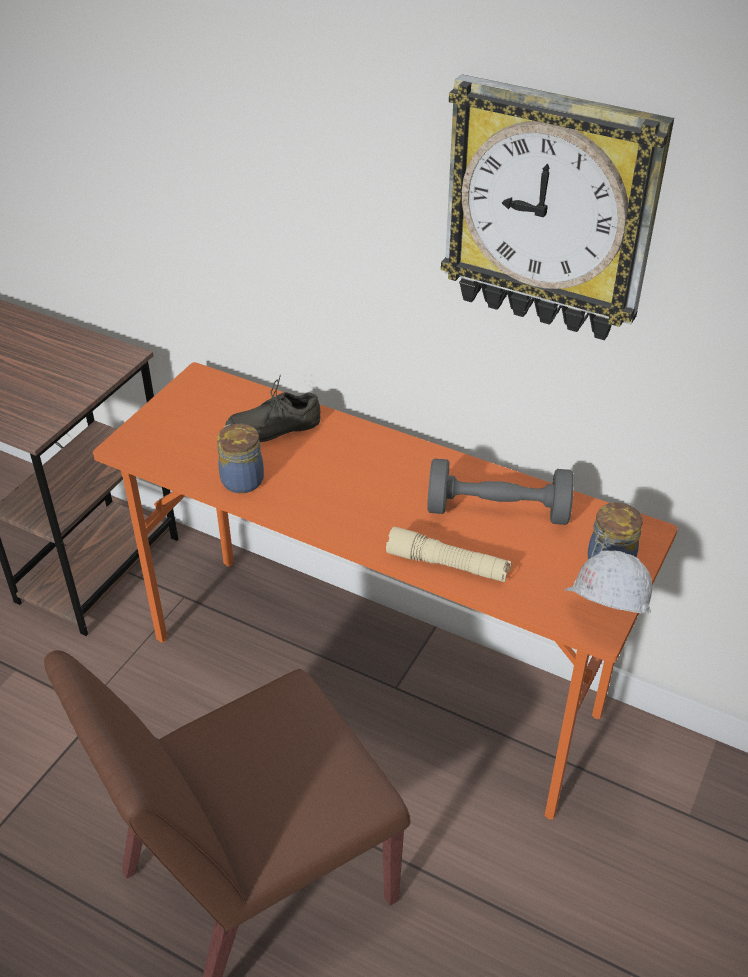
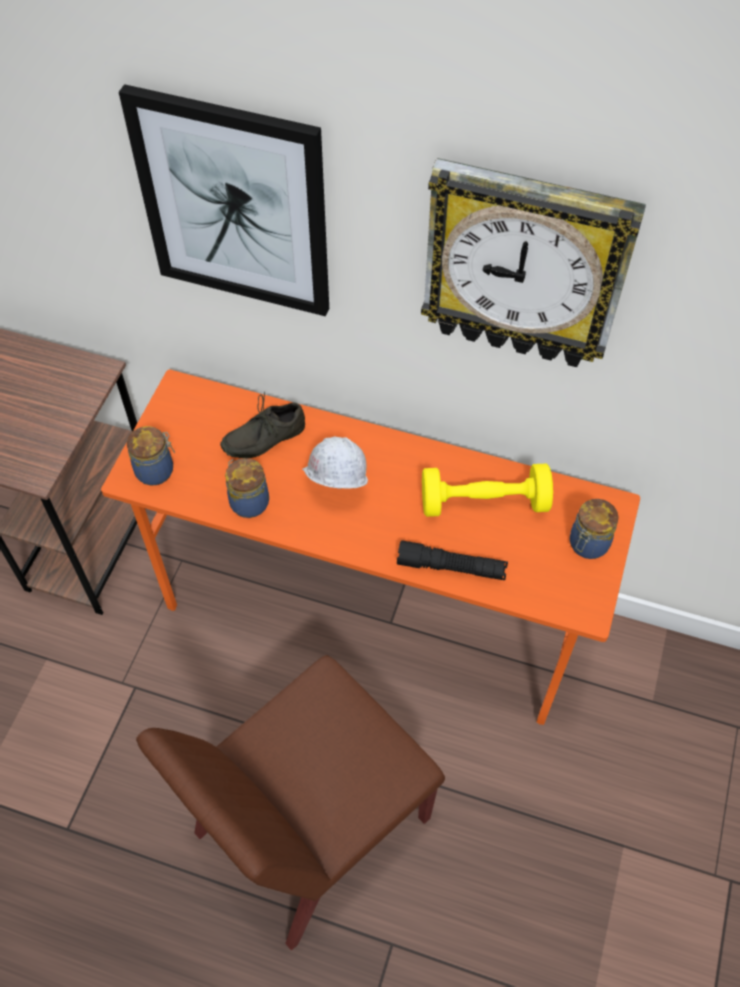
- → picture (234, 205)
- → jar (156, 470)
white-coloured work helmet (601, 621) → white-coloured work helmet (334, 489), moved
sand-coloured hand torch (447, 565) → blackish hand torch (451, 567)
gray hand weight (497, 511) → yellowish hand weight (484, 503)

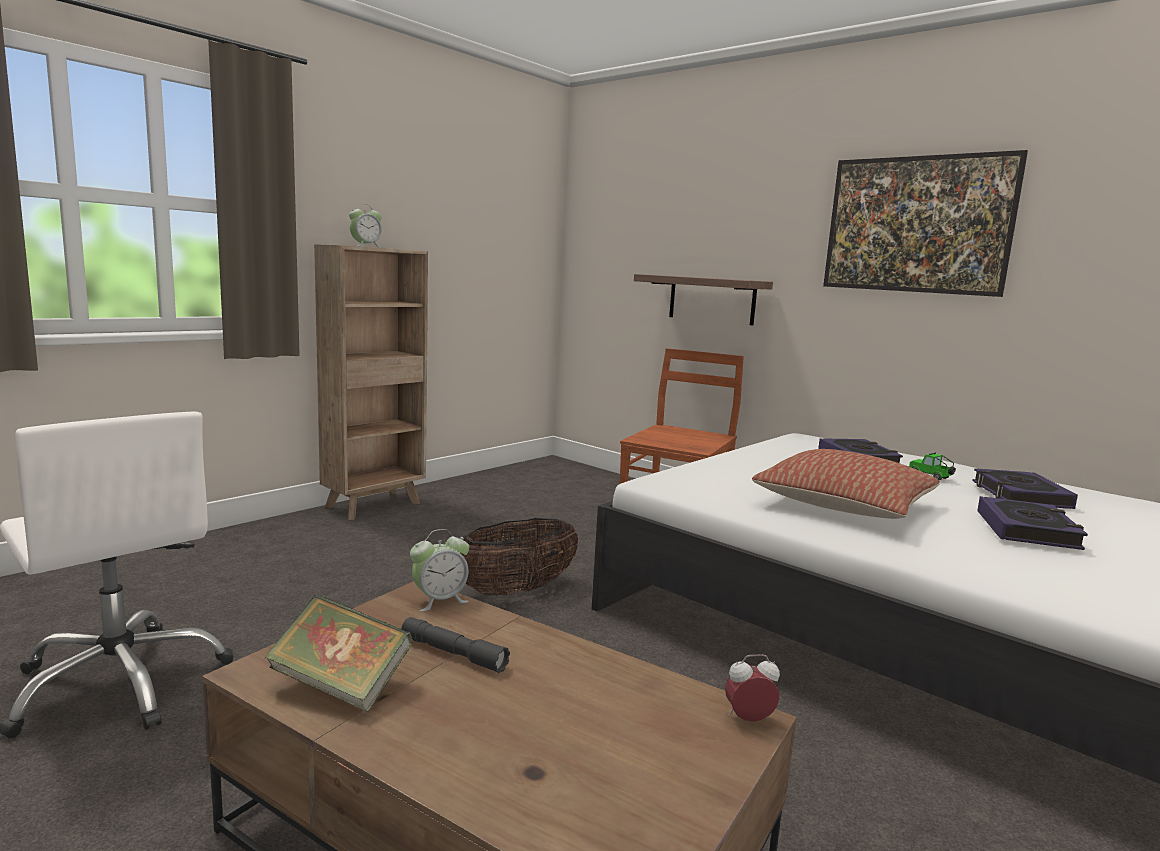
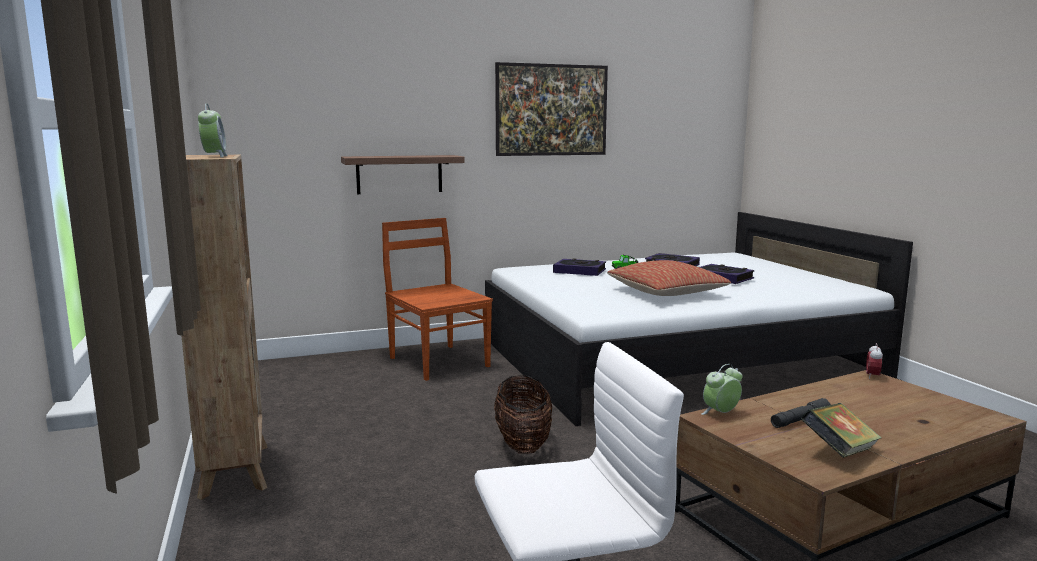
alarm clock (440, 600) → alarm clock (721, 413), 120 degrees counterclockwise

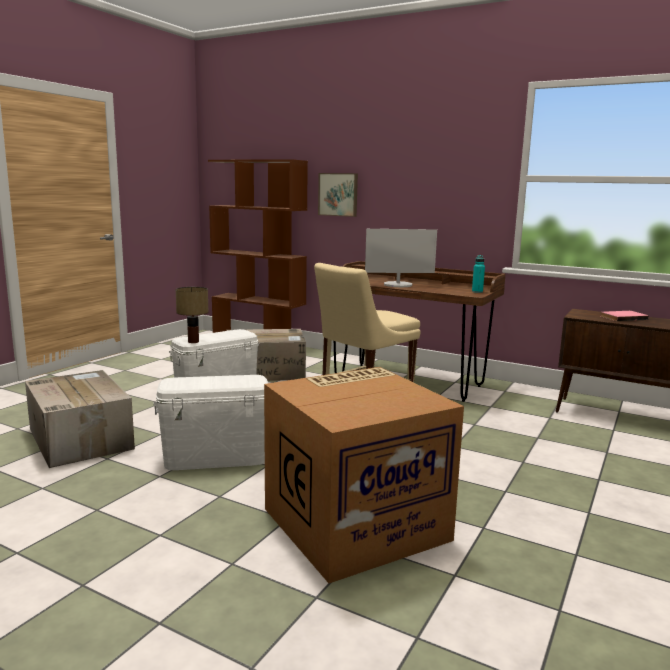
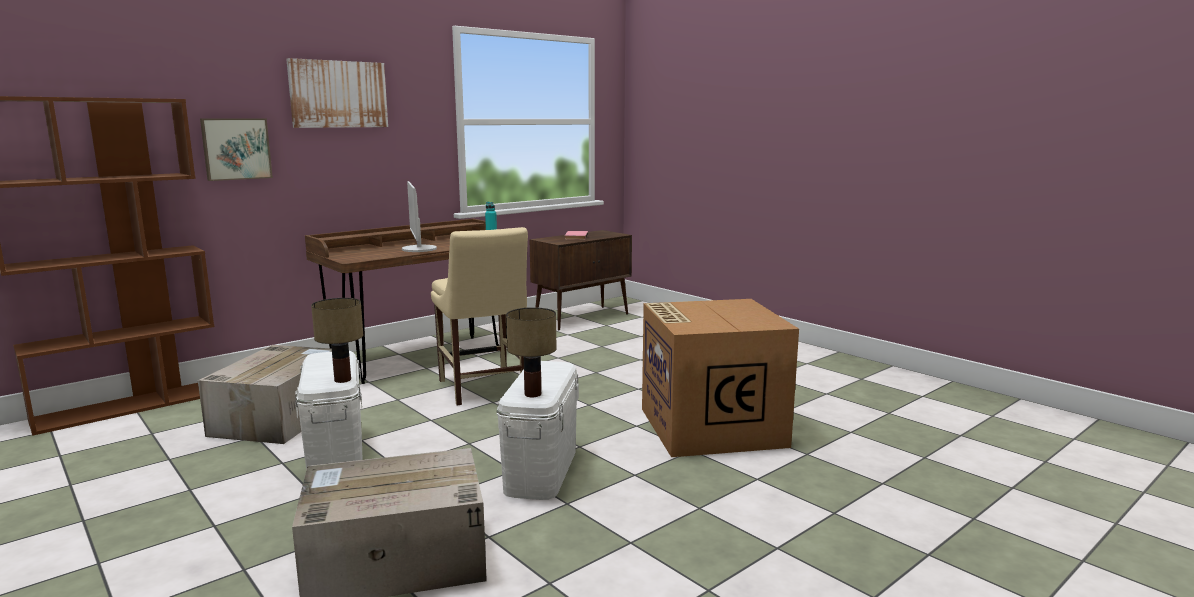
- → picture (338, 94)
- → tabletop lamp (533, 394)
monitor (398, 285) → monitor (418, 249), 150 degrees clockwise

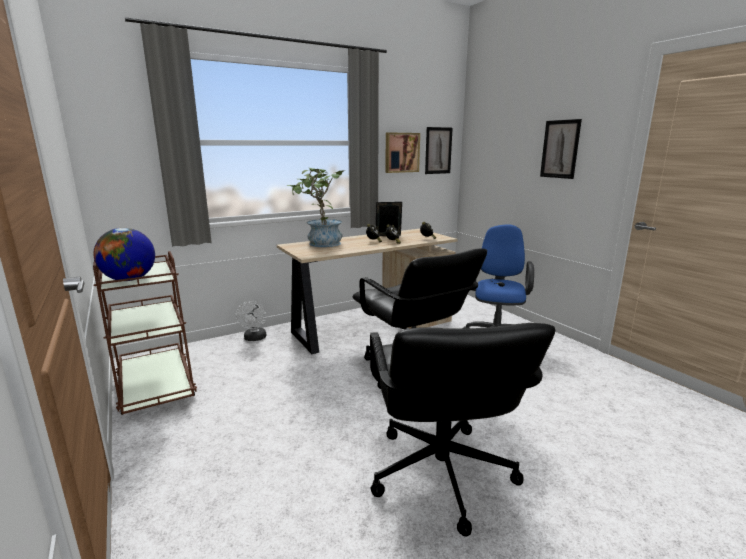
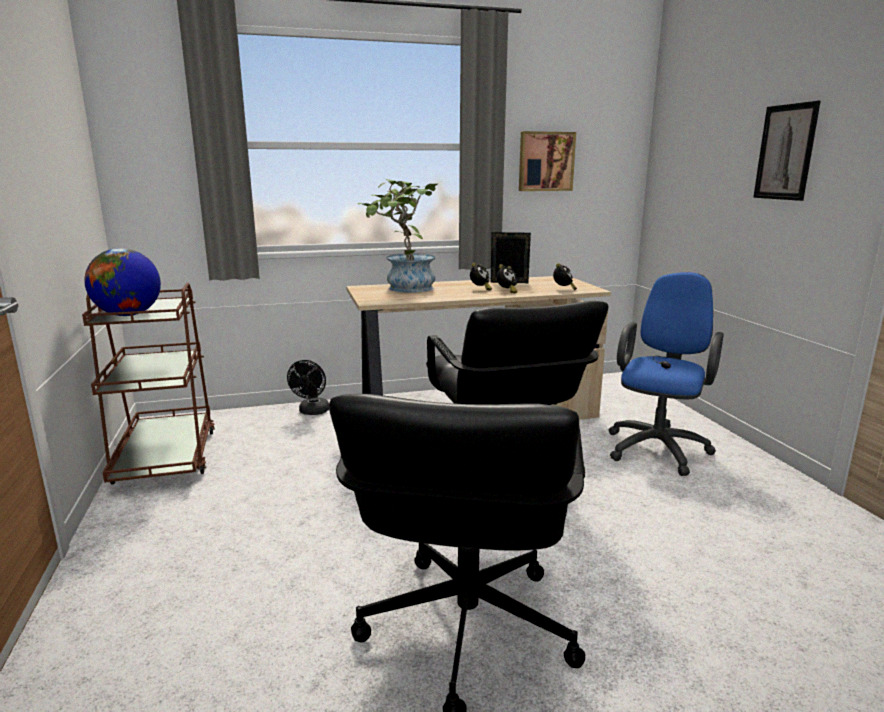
picture (438, 150) → -
white-coloured electric fan (254, 338) → blackish electric fan (312, 412)

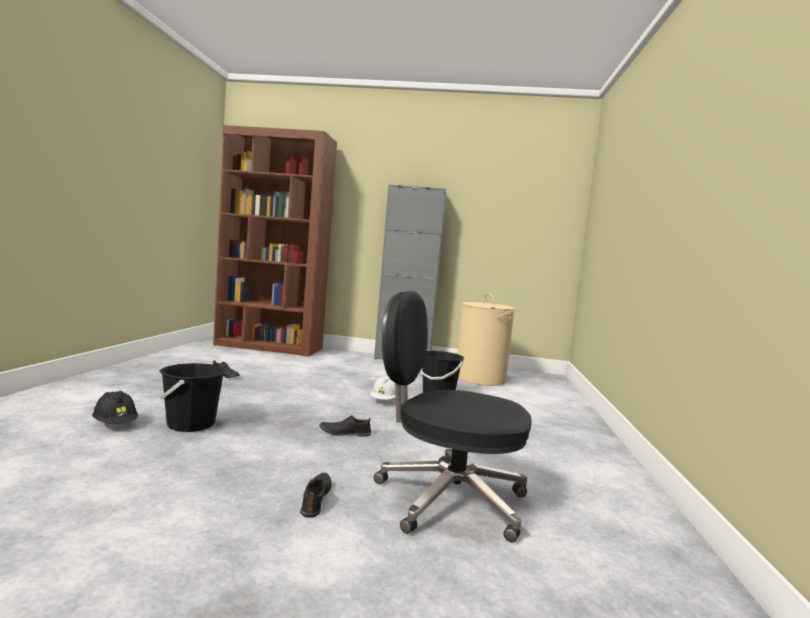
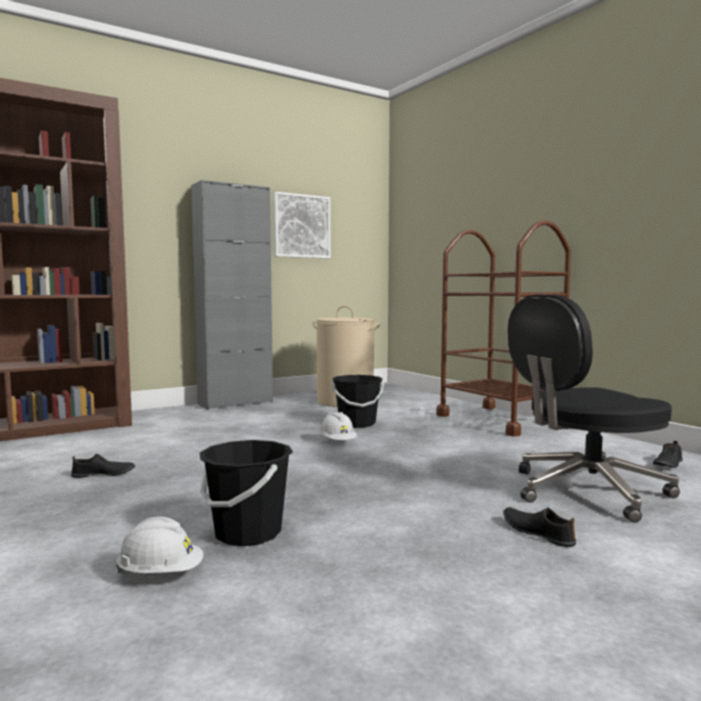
- → picture (301, 226)
- → brown wheeled cart (500, 420)
blackish item of footwear (345, 433) → blackish item of footwear (667, 464), moved
blackish work helmet (115, 424) → white-coloured work helmet (161, 574)

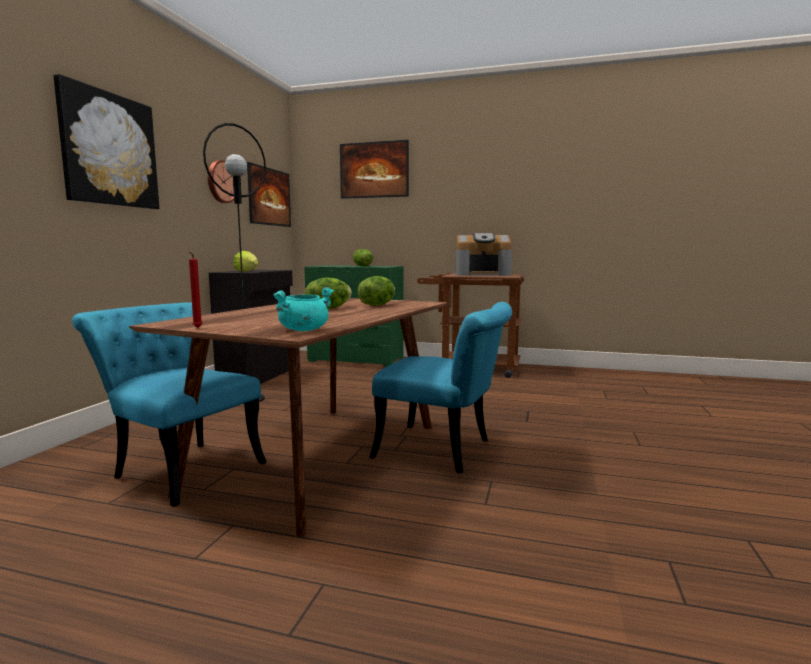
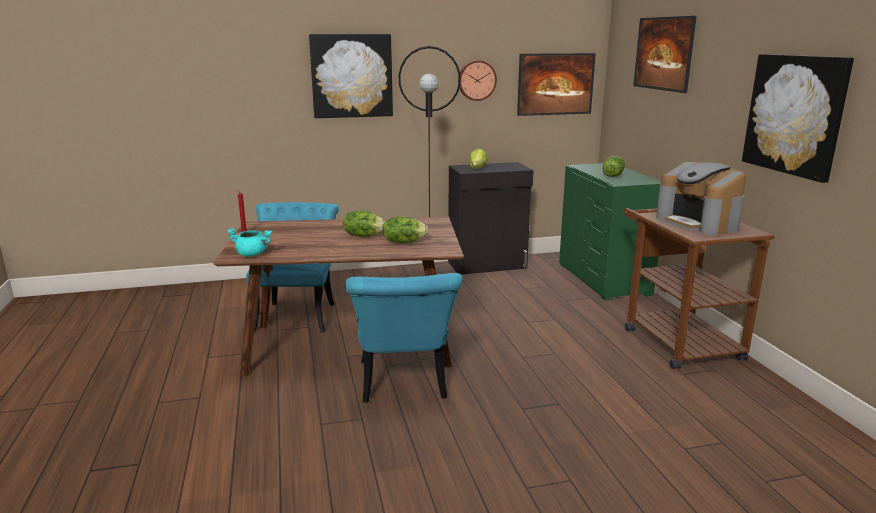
- → picture (795, 115)

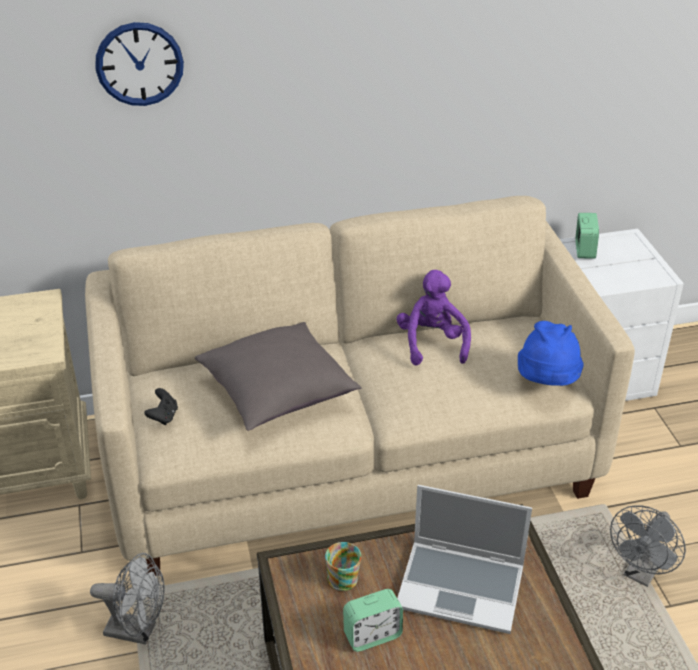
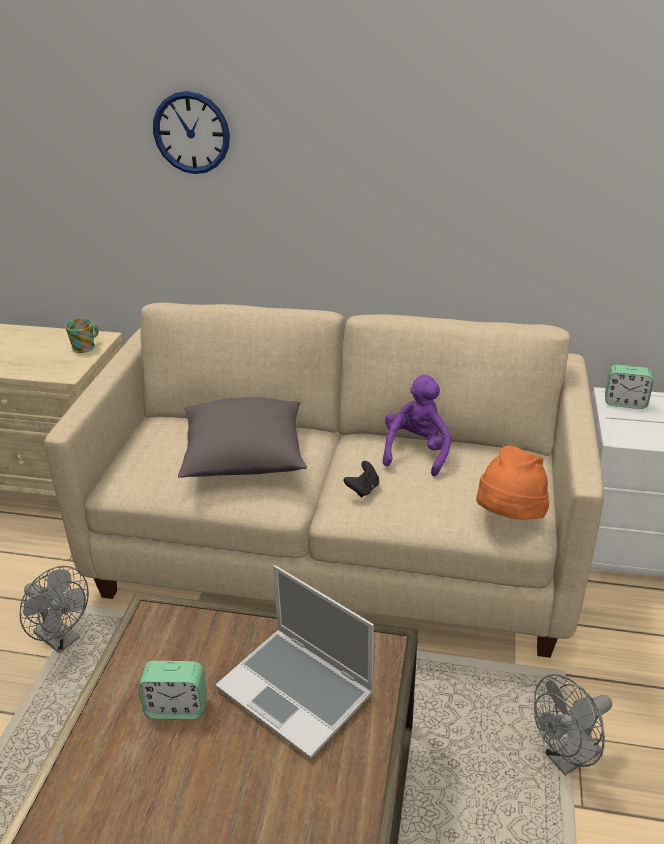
blackish gamepad (163, 416) → blackish gamepad (363, 489), moved
mug (344, 575) → mug (86, 346), moved
blue-coloured clothing hat (546, 383) → orangey clothing hat (508, 516)
alarm clock (584, 250) → alarm clock (625, 402), 75 degrees clockwise

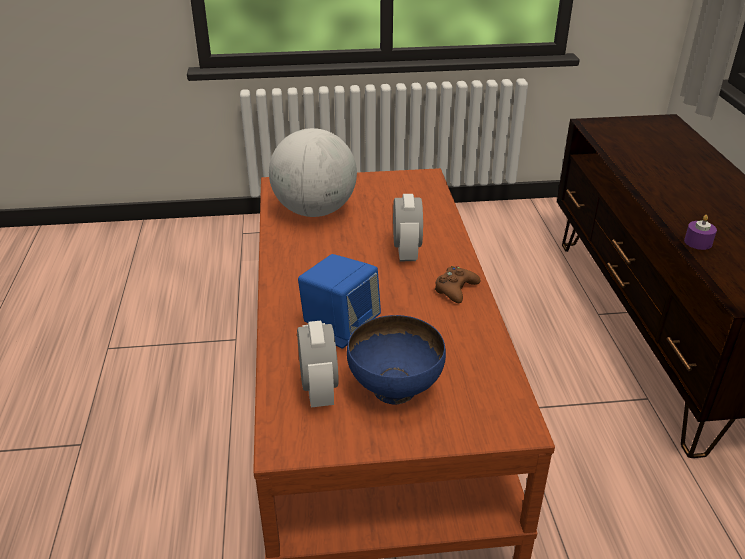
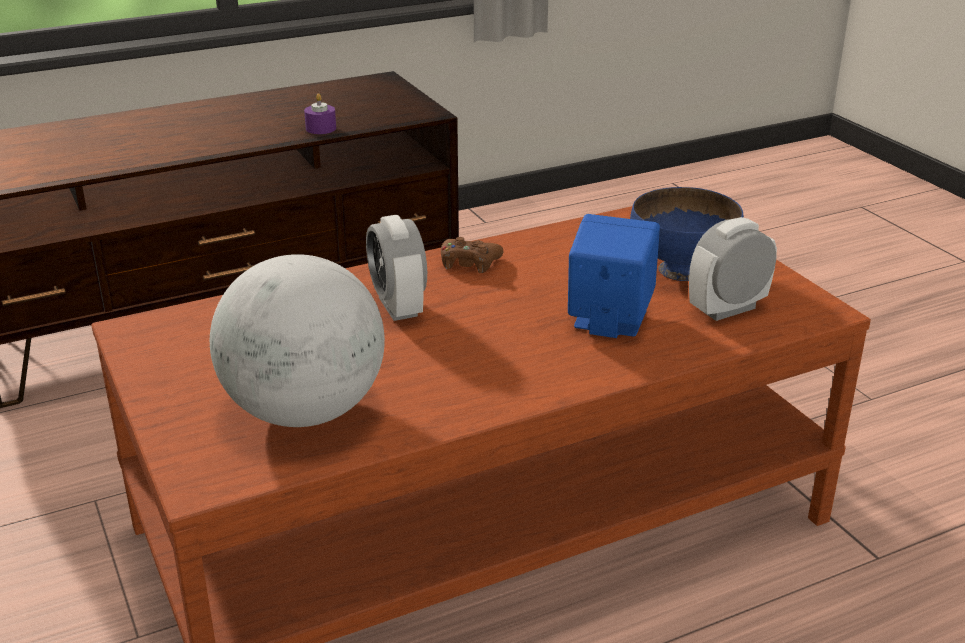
alarm clock (406, 252) → alarm clock (398, 307), 90 degrees counterclockwise

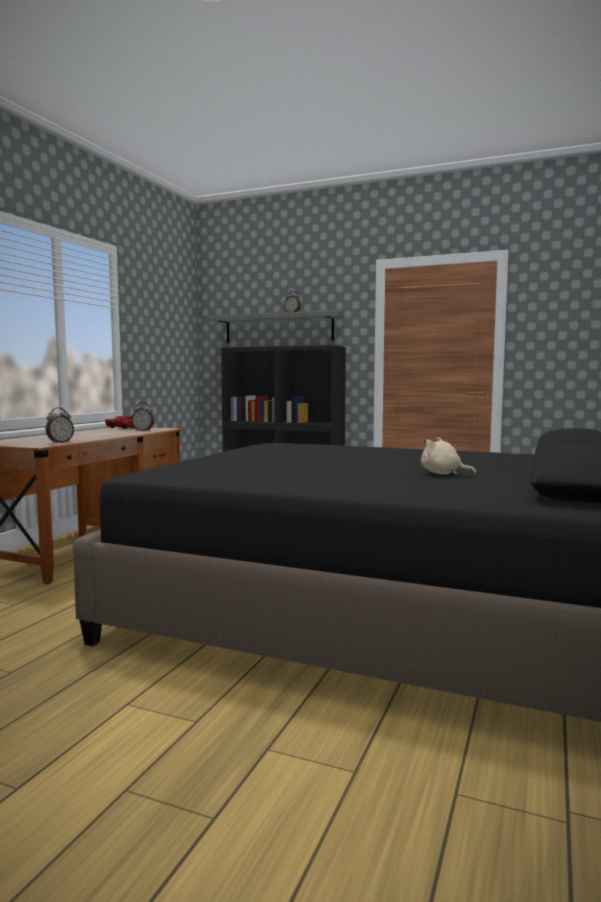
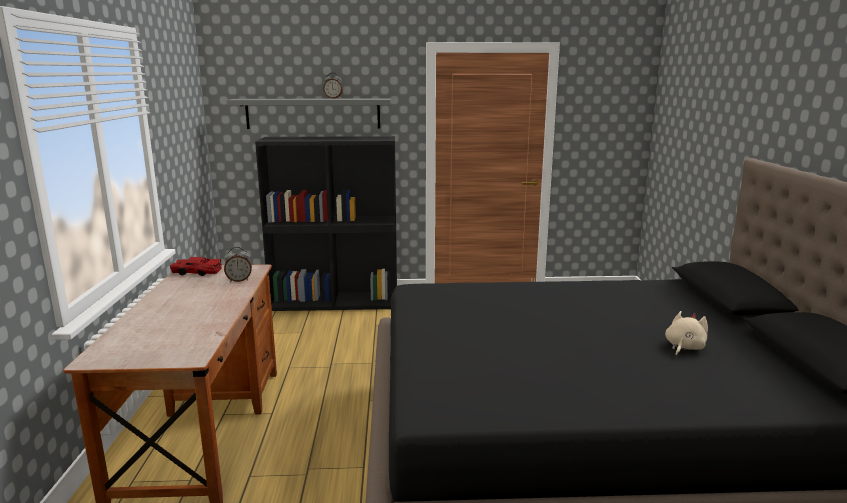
alarm clock (60, 442) → -
sand-coloured soft toy (443, 474) → sand-coloured soft toy (684, 347), 120 degrees clockwise

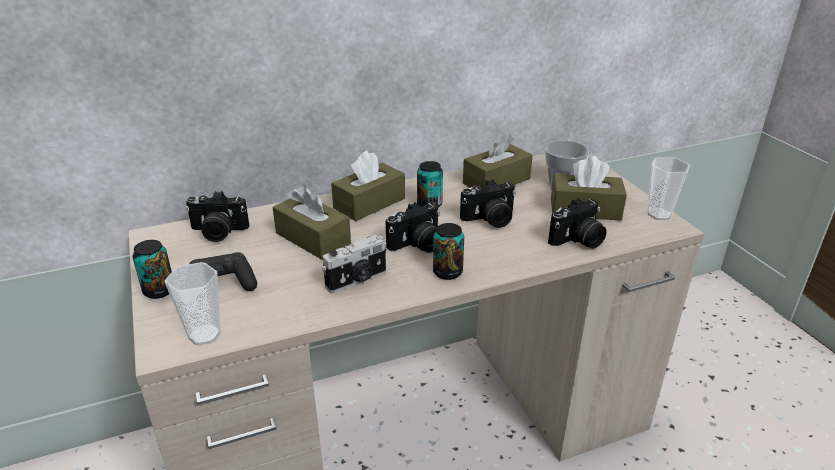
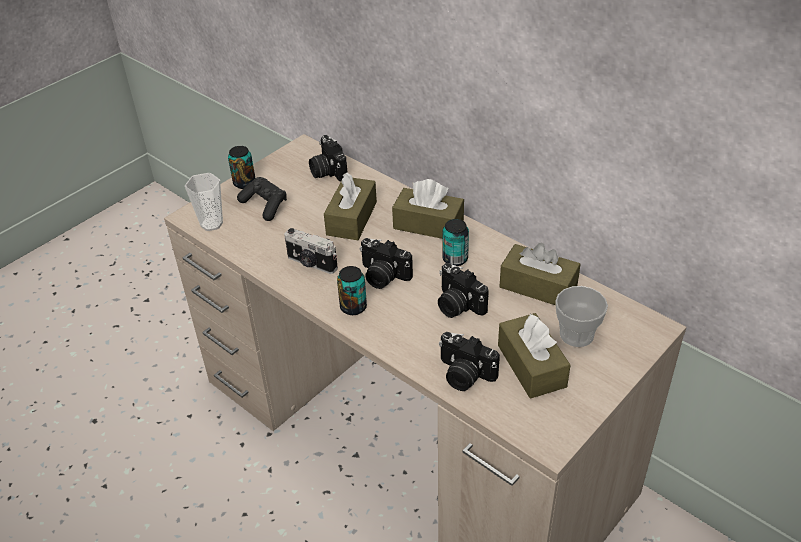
small cup (659, 214) → -

